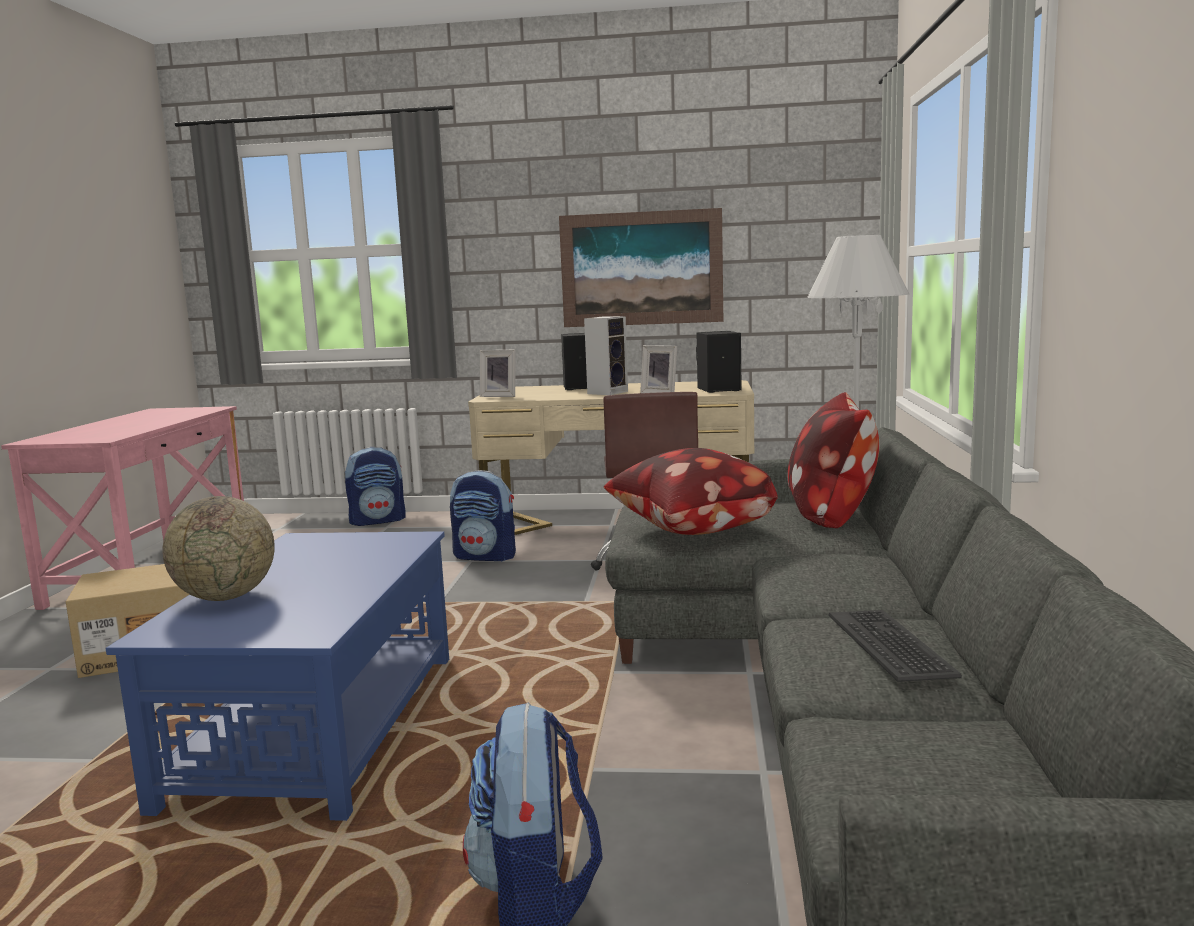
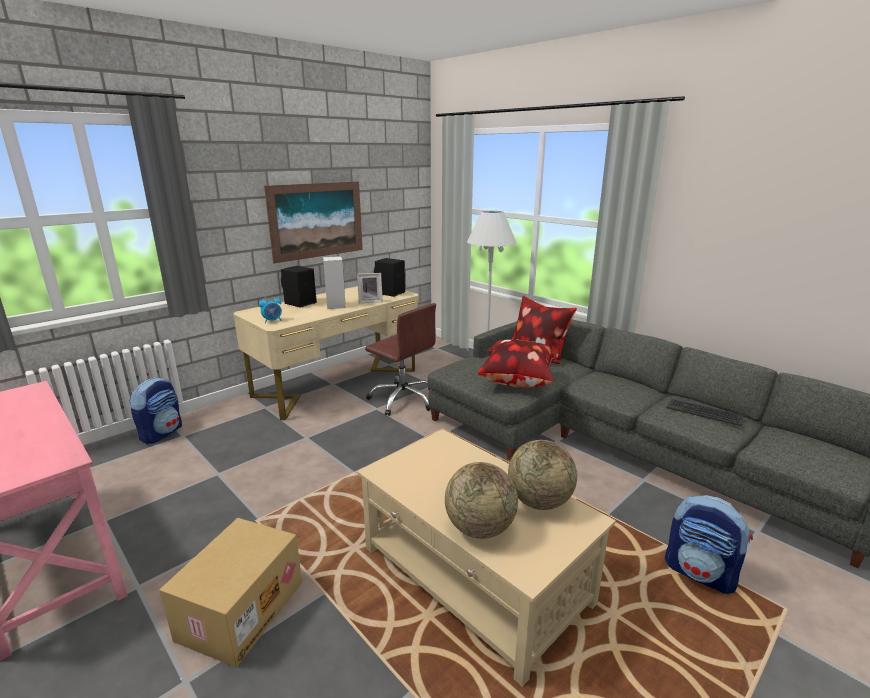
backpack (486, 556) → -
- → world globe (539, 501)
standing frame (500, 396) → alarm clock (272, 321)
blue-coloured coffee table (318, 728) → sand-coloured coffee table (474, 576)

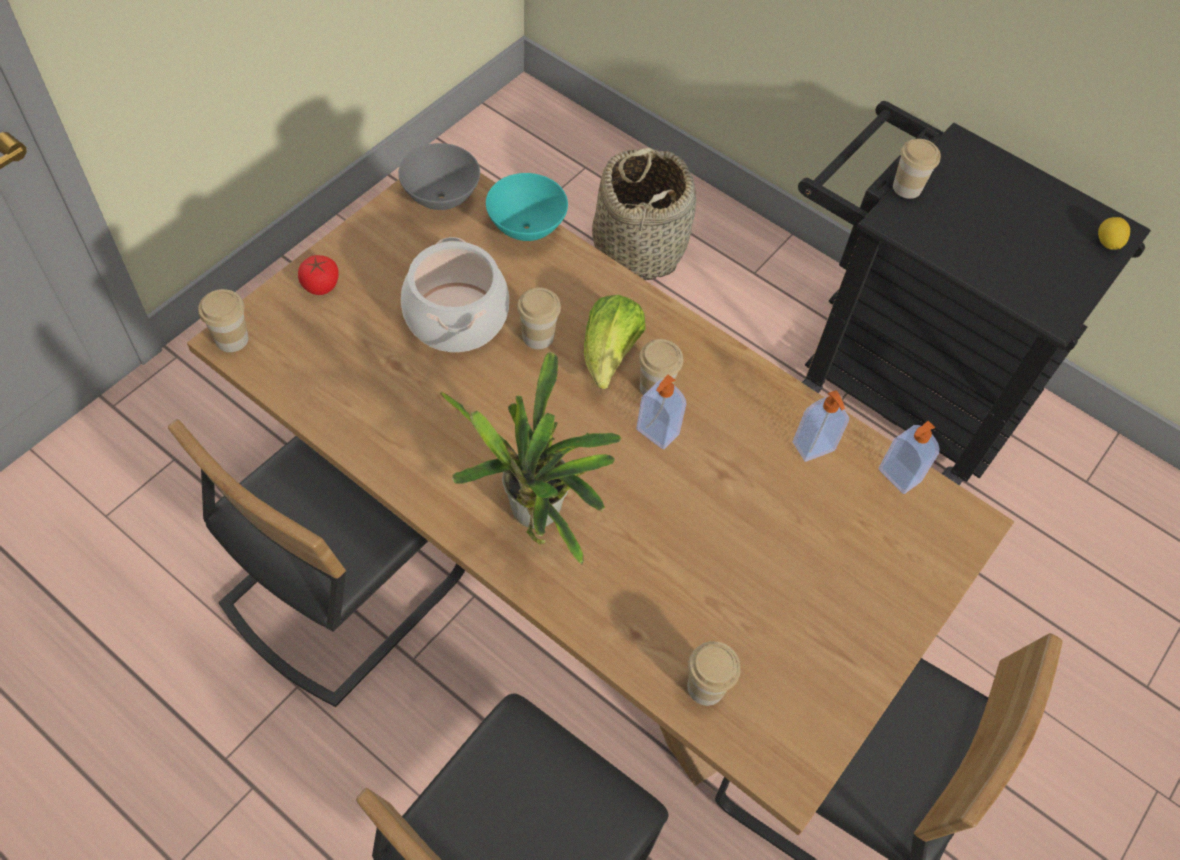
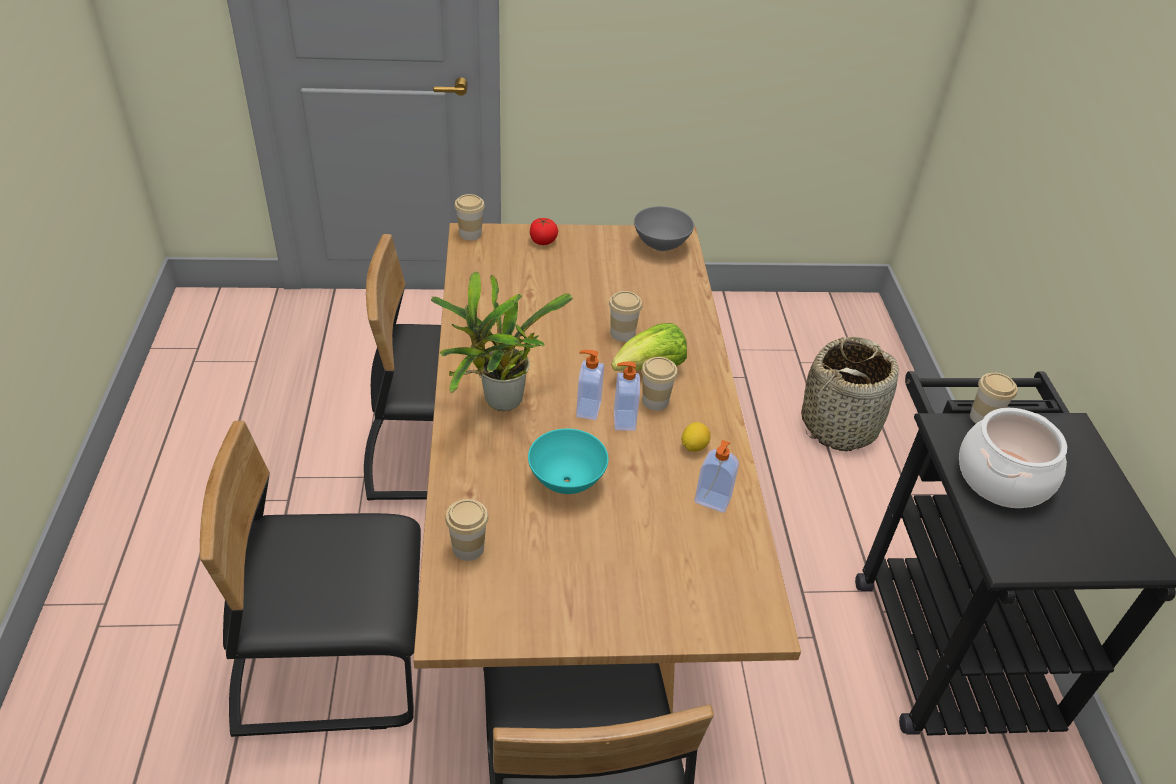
stockpot (456, 317) → stockpot (1002, 477), moved
turquoise-coloured serving bowl (525, 228) → turquoise-coloured serving bowl (566, 481), moved
soap dispenser (898, 476) → soap dispenser (587, 409), moved
whole lemon (1107, 243) → whole lemon (694, 446), moved

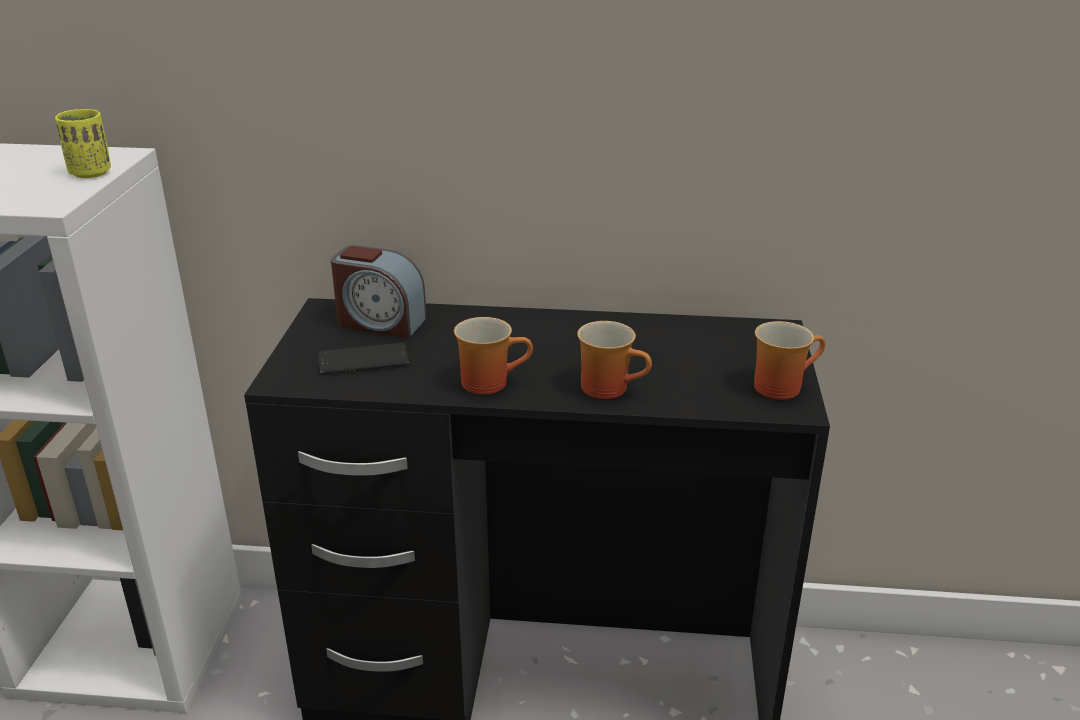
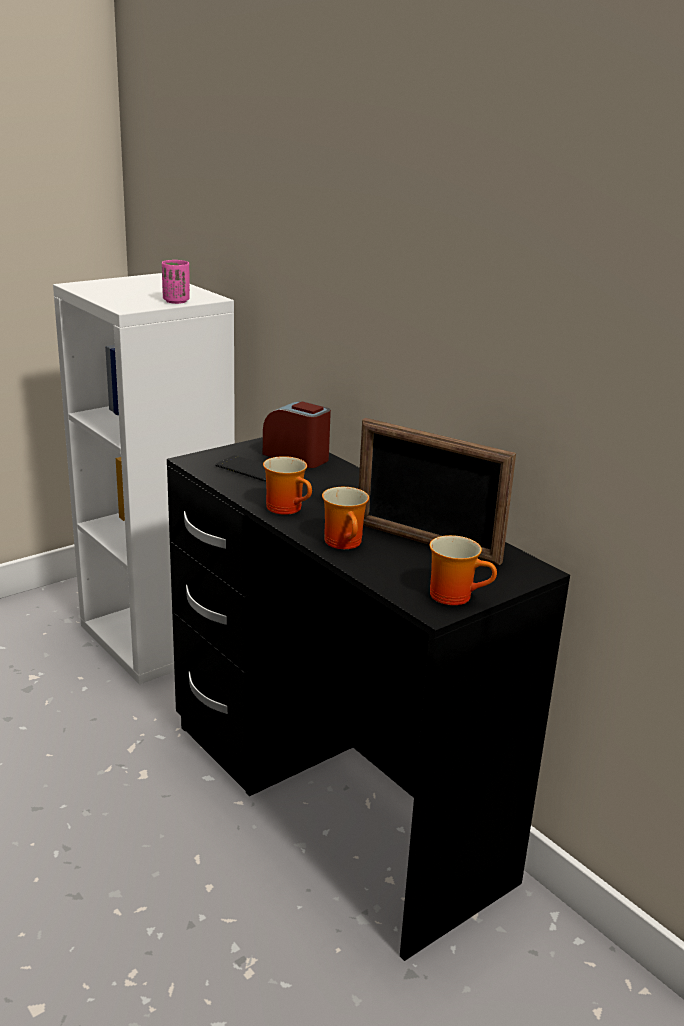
- → standing frame (426, 542)
yellowish small cup (90, 173) → pink-coloured small cup (176, 301)
alarm clock (380, 322) → alarm clock (297, 457), 150 degrees clockwise

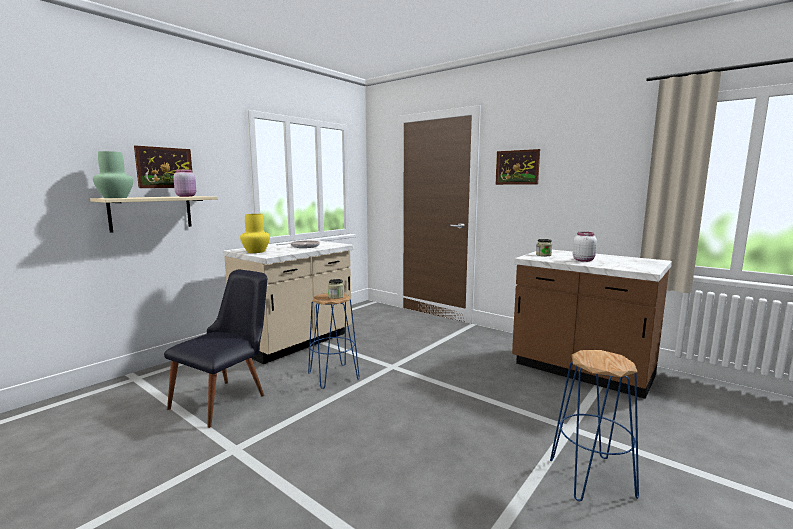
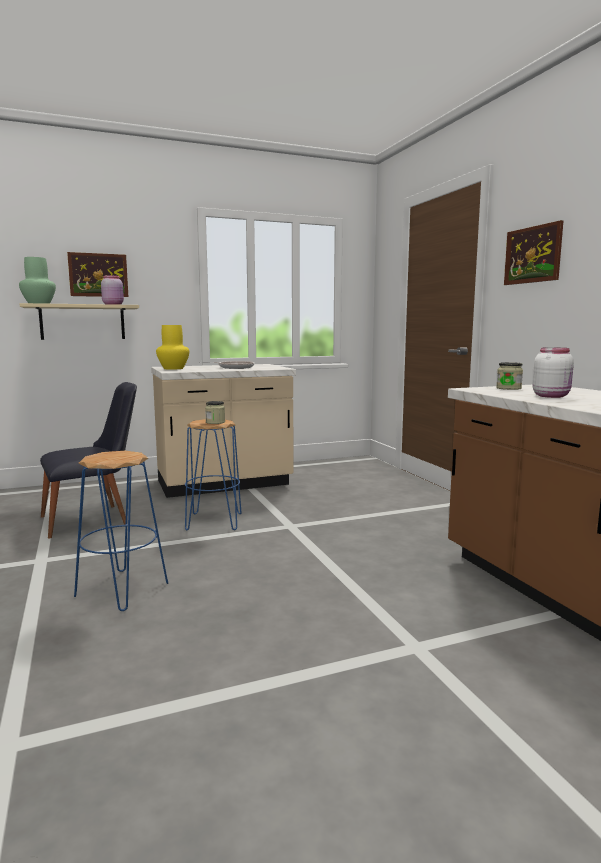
blue-coloured stool (592, 478) → blue-coloured stool (121, 590), moved

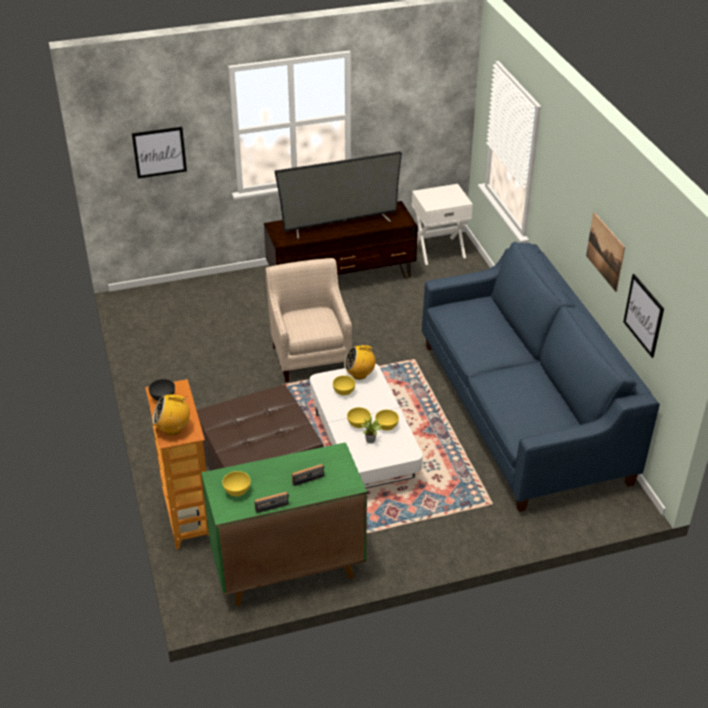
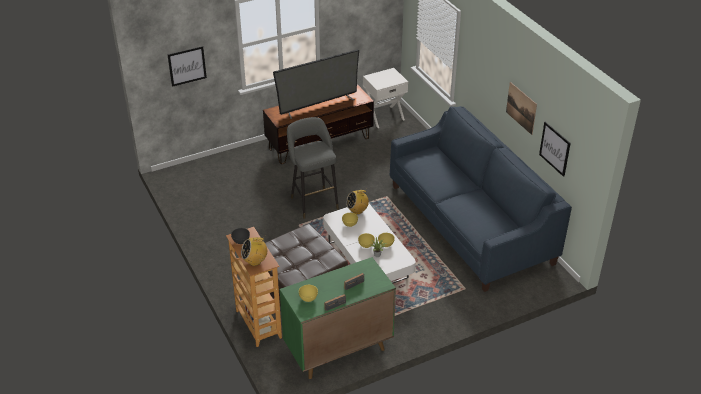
sand-coloured lounge chair (311, 355) → gray stool (313, 201)

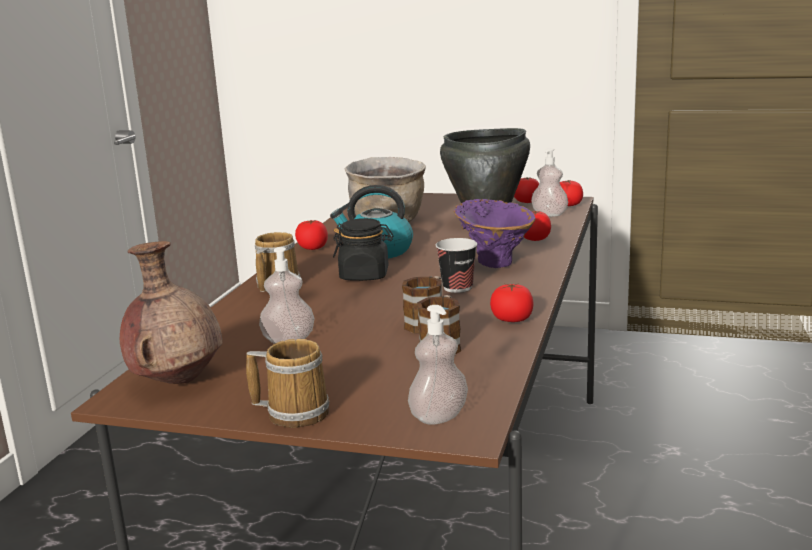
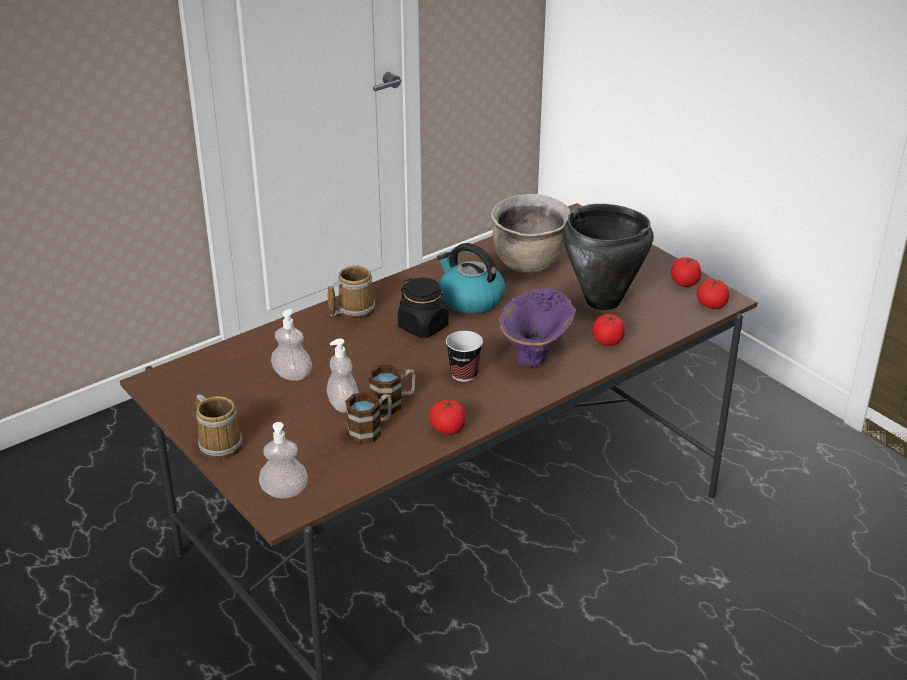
brown decorative vase (178, 381) → -
tomato (312, 248) → -
soap dispenser (549, 214) → soap dispenser (343, 405), moved

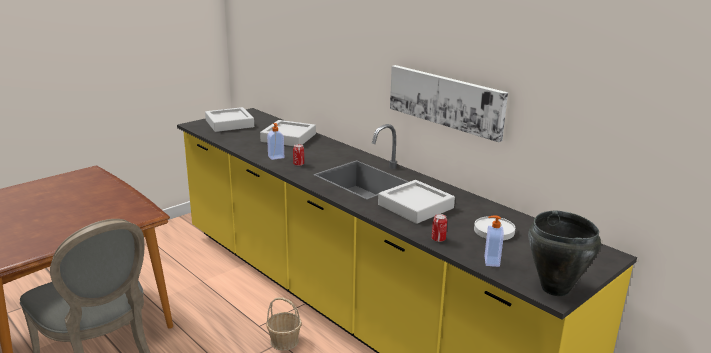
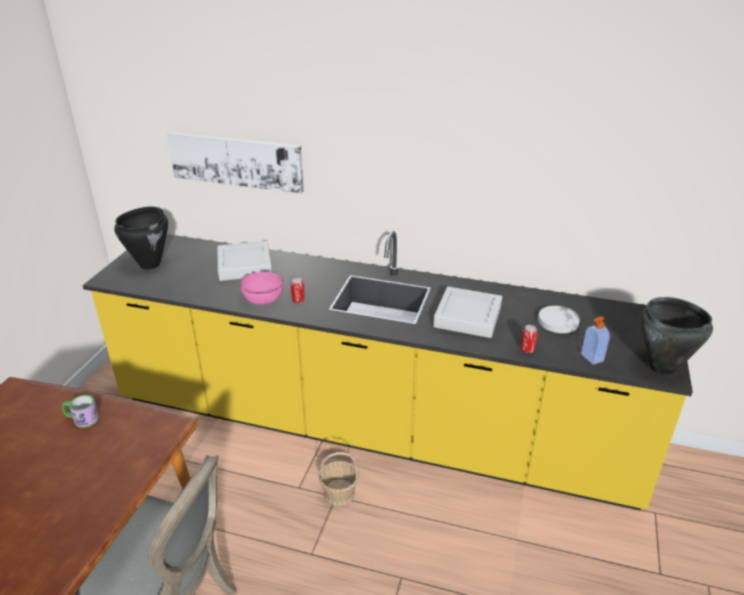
- → mug (82, 419)
picture (445, 100) → picture (236, 161), moved
gray carrying tray (229, 123) → blackish stockpot (150, 264)
soap dispenser (276, 157) → pink-coloured serving bowl (263, 298)

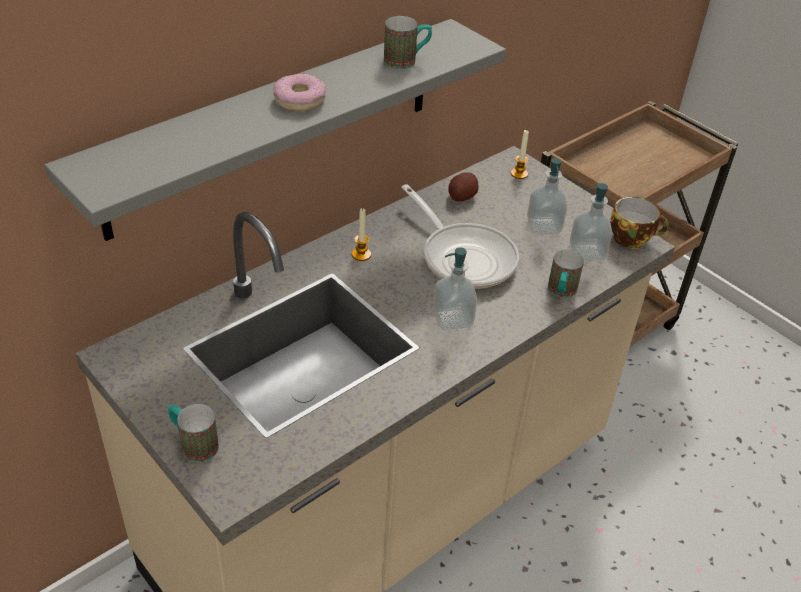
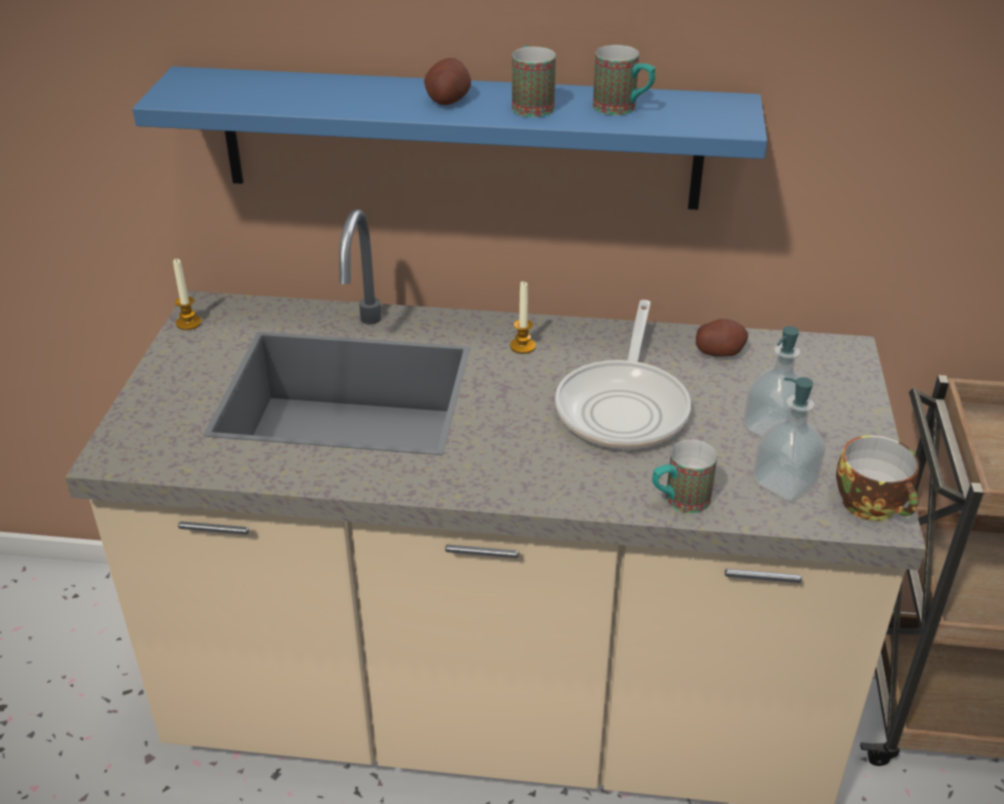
soap dispenser (452, 318) → -
mug (194, 444) → mug (531, 105), moved
candle (519, 174) → candle (188, 323), moved
ring doughnut (299, 100) → potato (447, 100)
gray bracket shelf (276, 126) → blue-coloured bracket shelf (460, 138)

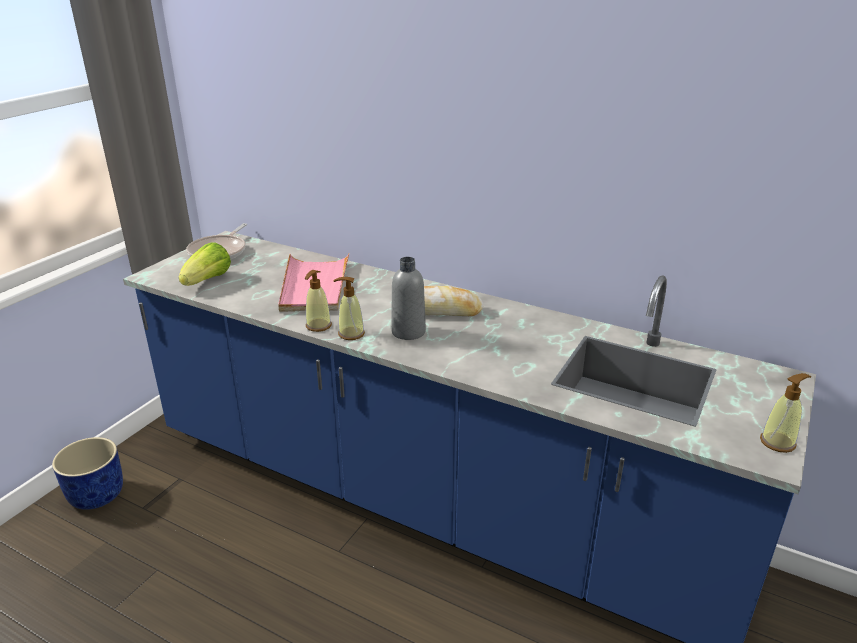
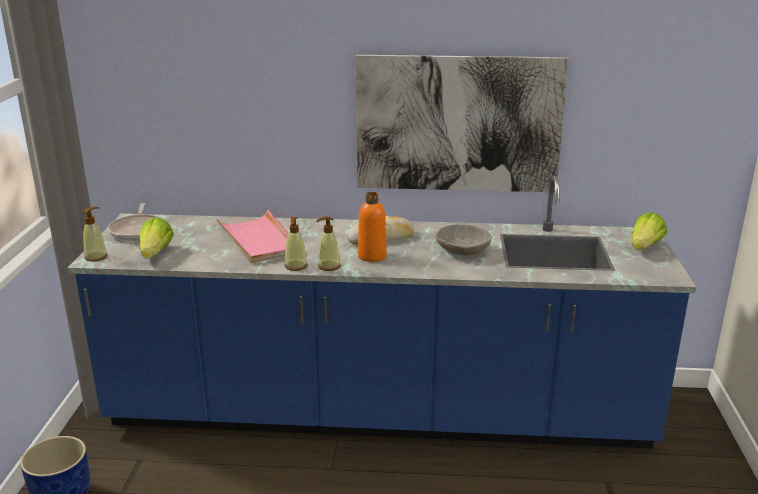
- → picture (458, 124)
- → gray serving bowl (462, 251)
- → lettuce (644, 247)
soap dispenser (777, 442) → soap dispenser (96, 257), moved
gray beverage bottle (408, 332) → orangey beverage bottle (372, 256)

